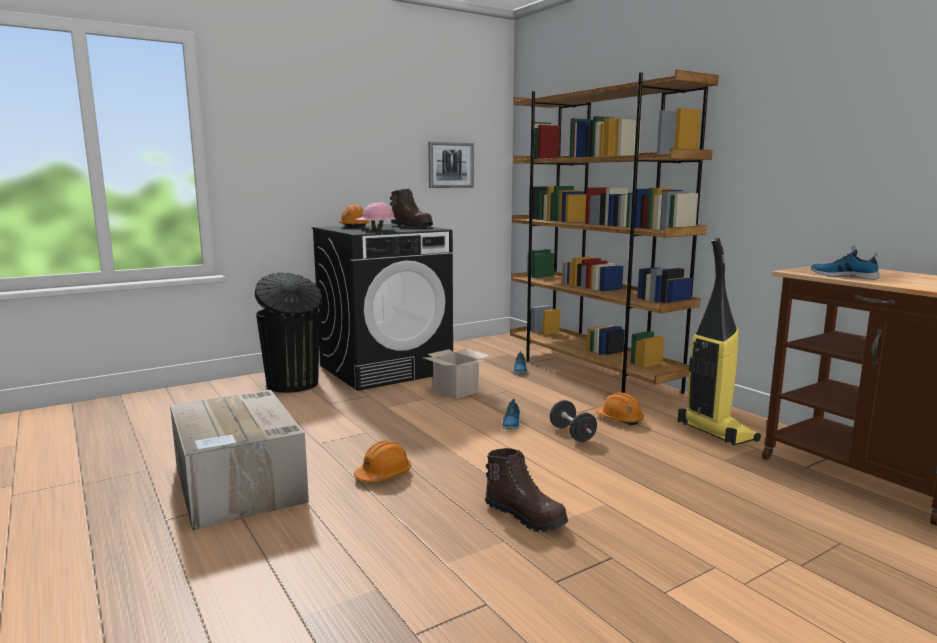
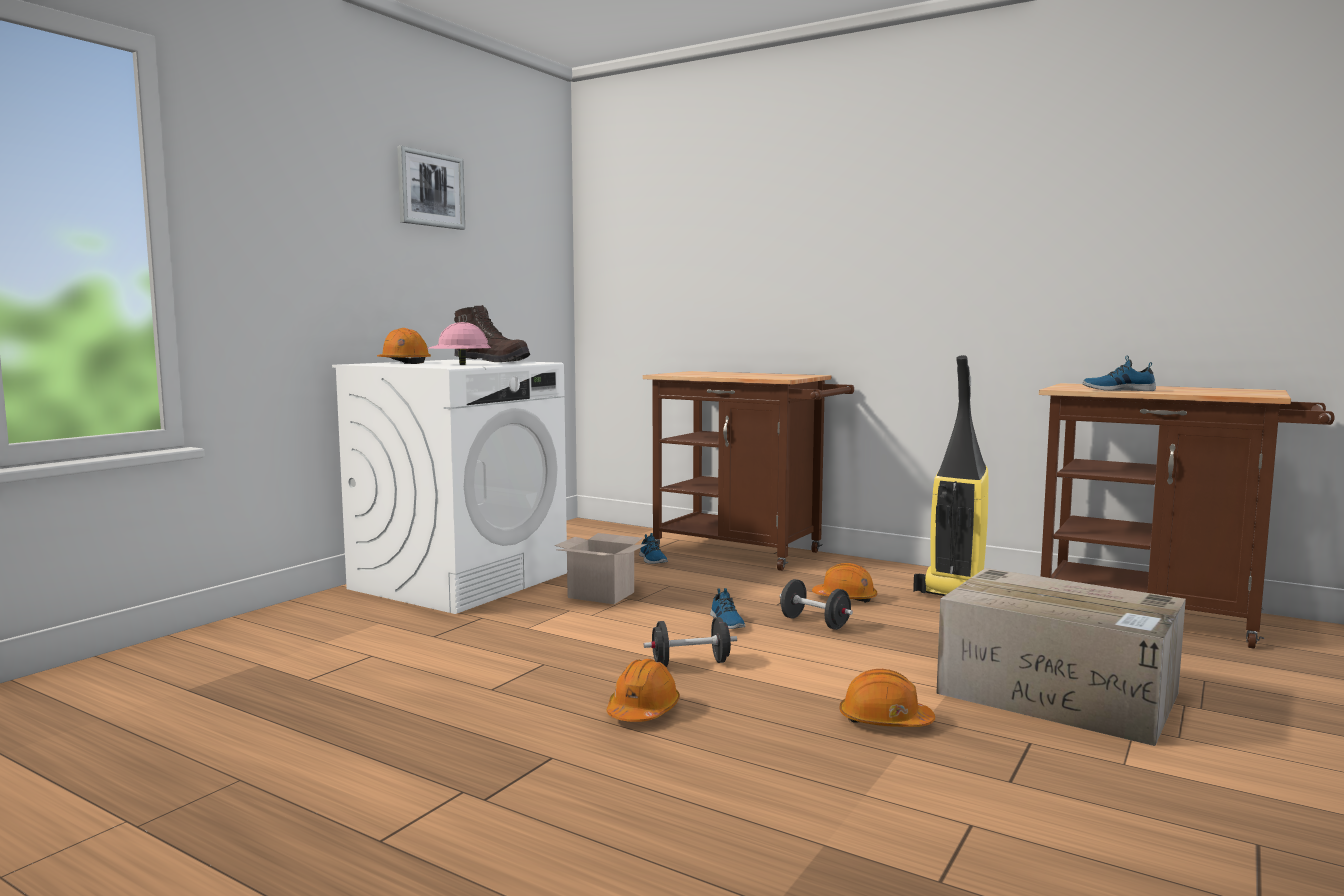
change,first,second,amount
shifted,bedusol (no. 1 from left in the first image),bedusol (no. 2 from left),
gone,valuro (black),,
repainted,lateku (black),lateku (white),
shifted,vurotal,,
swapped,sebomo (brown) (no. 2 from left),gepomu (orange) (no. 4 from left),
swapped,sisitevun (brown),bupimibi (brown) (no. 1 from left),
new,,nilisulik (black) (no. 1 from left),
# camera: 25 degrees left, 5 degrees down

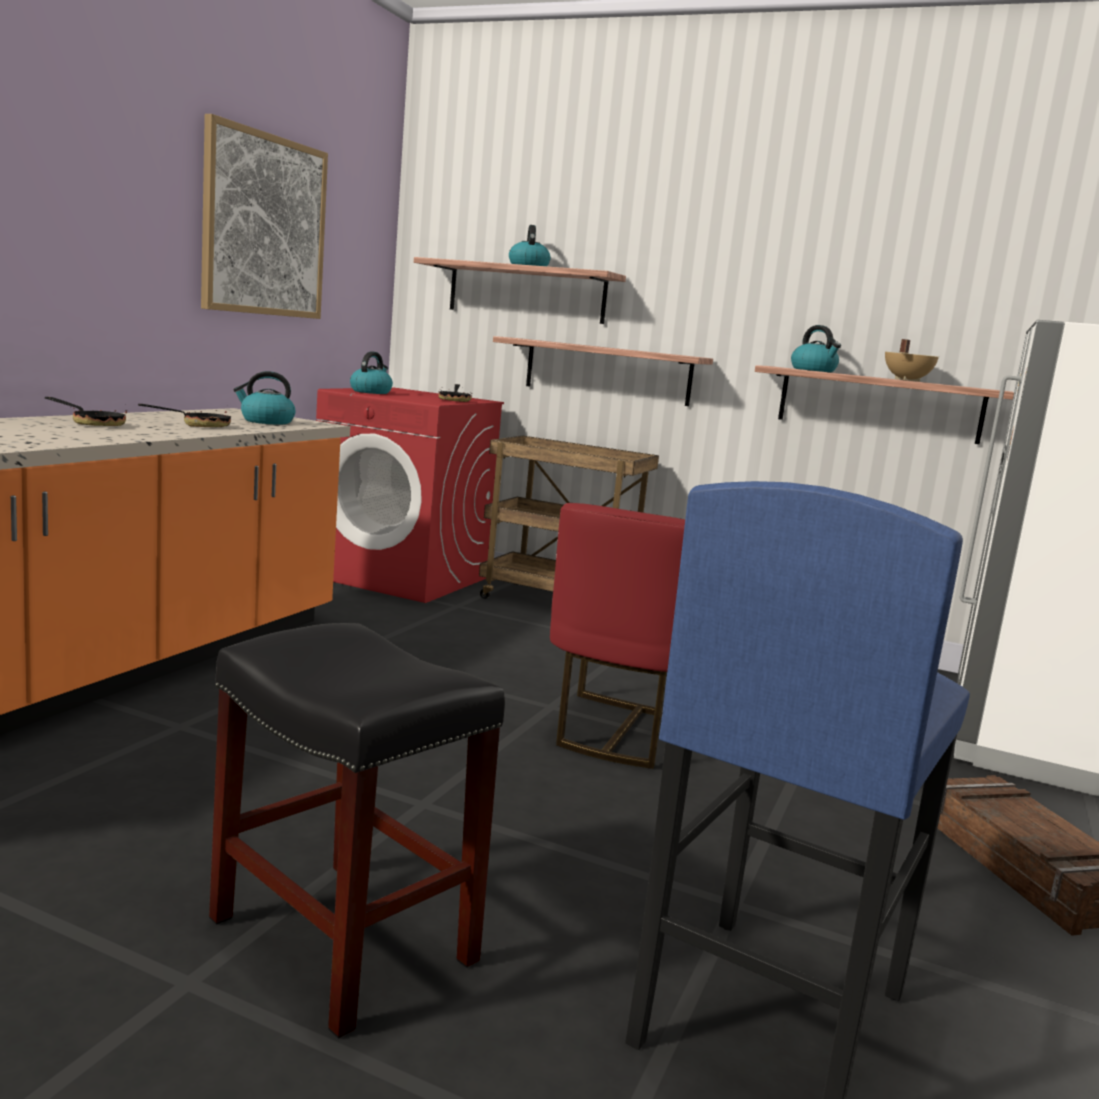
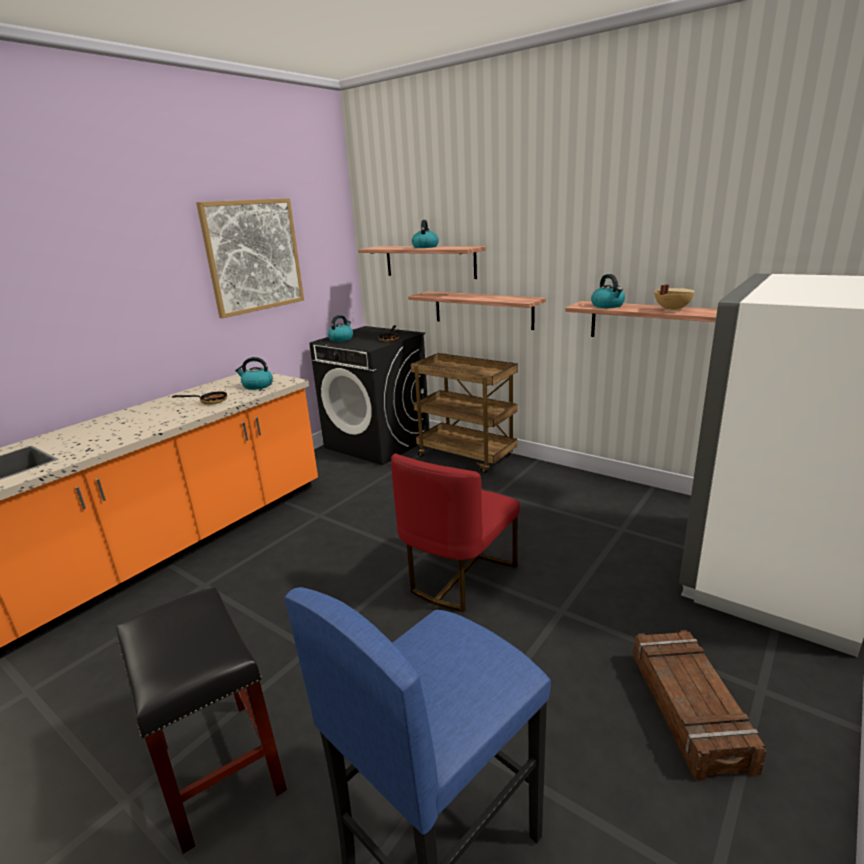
change,first,second,amount
gone,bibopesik (no. 1 from left),,
repainted,lateku (red),lateku (black),
# camera: 15 degrees right, 10 degrees up

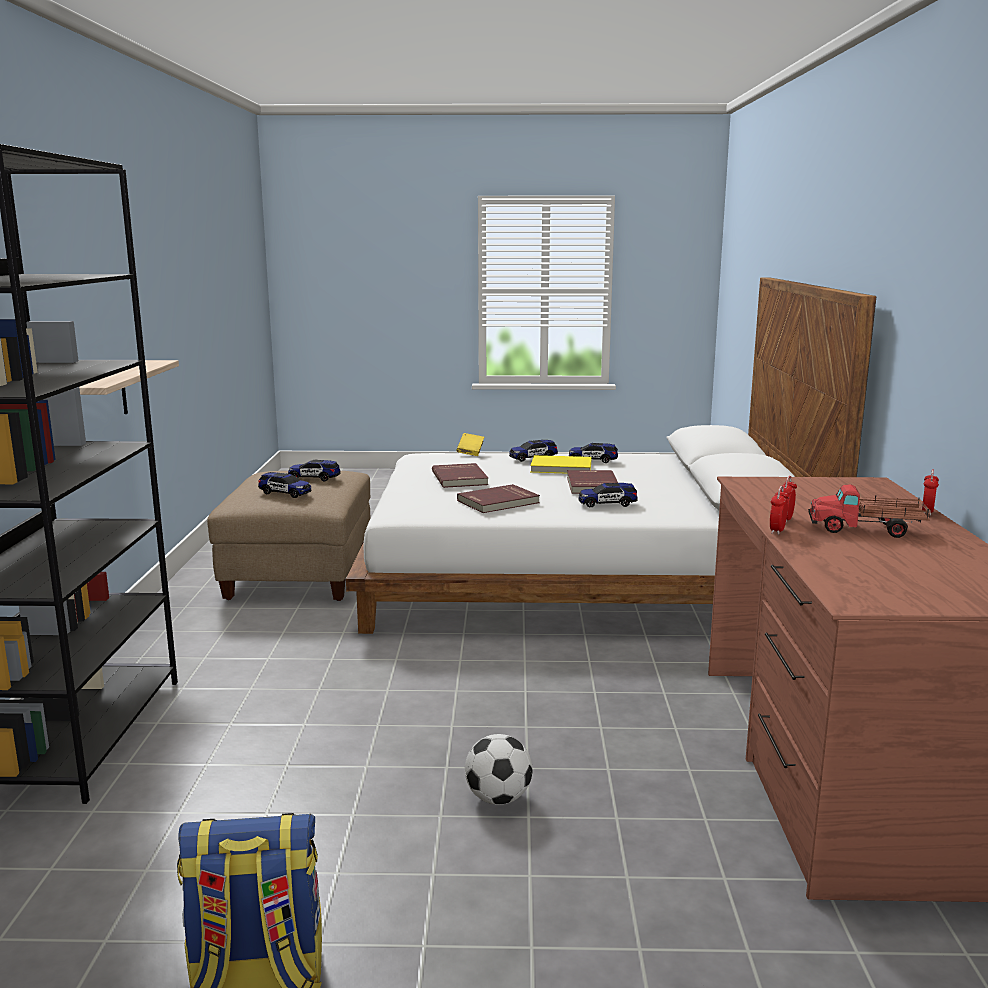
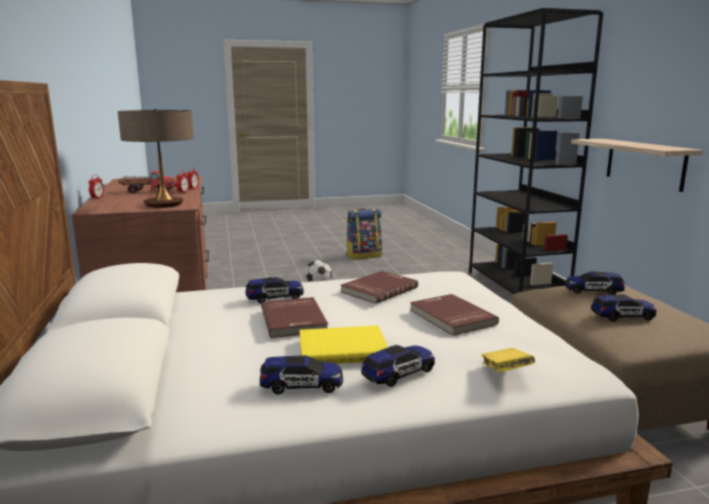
change,first,second,amount
new,,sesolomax,
# camera: 165 degrees right, 0 degrees up

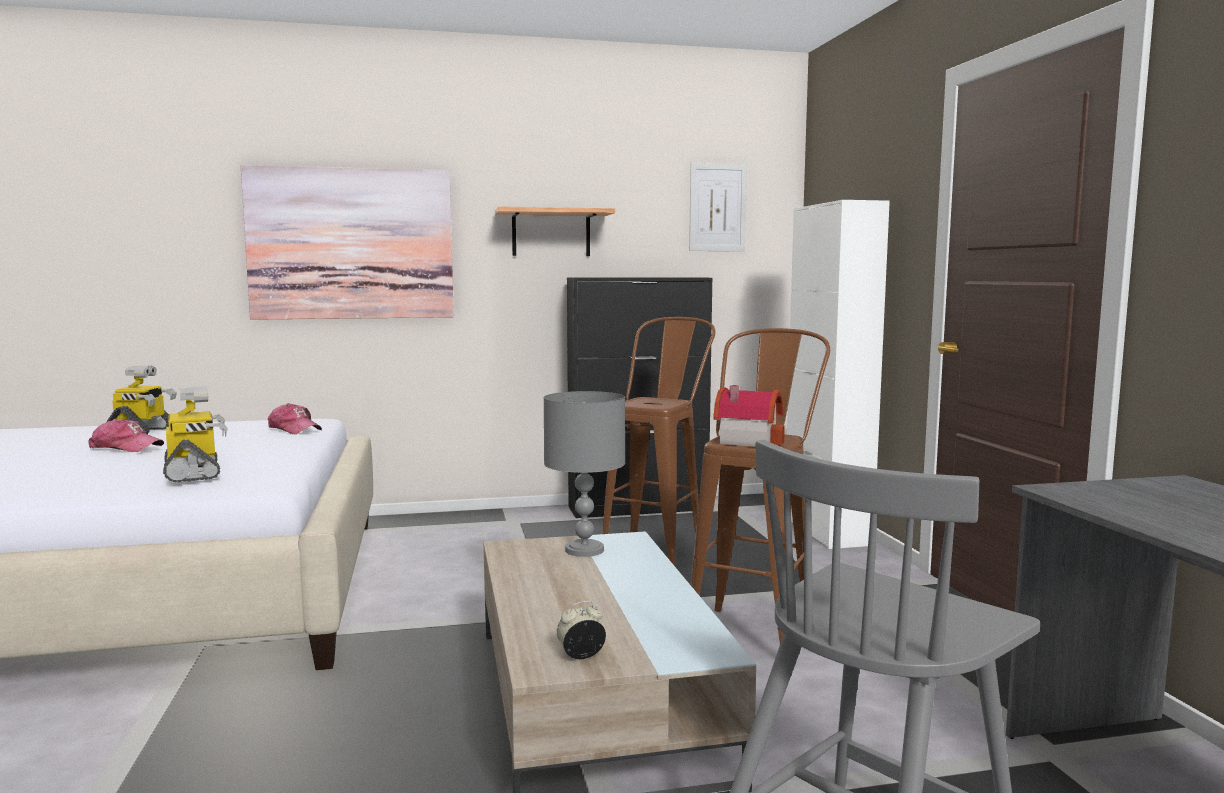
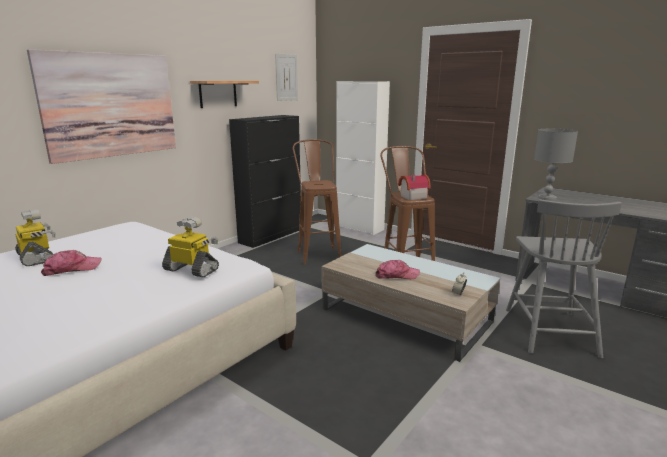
change,first,second,amount
shifted,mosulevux (no. 2 from left),,
shifted,sesolomax (grey),,
# camera: 40 degrees left, 10 degrees up

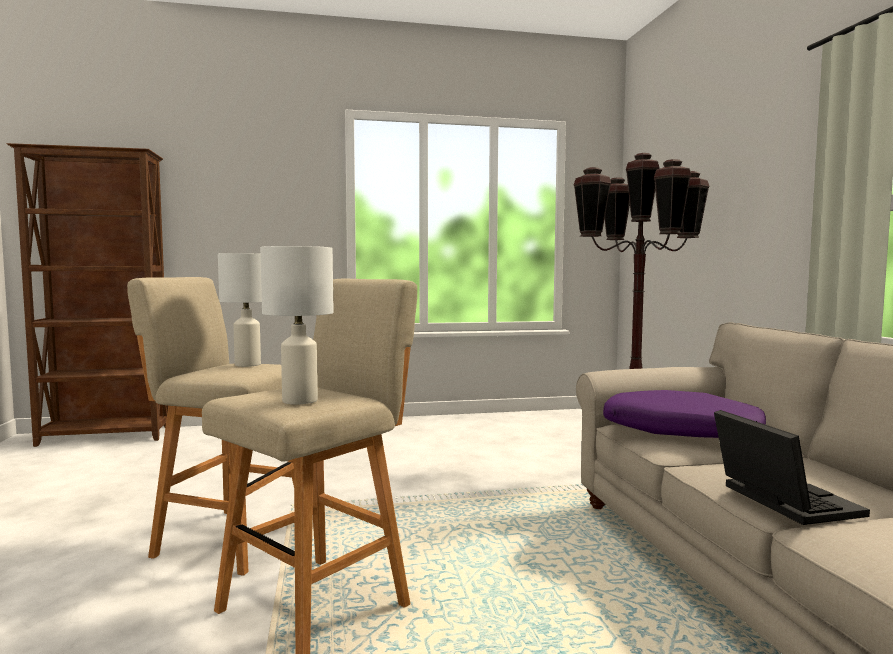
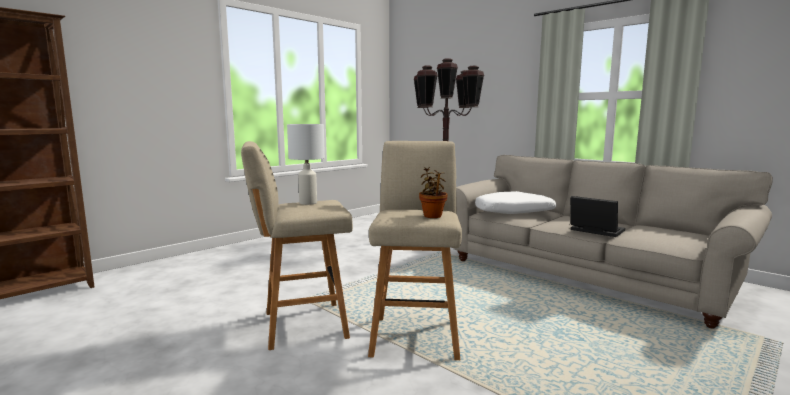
change,first,second,amount
swapped,sesolomax (white) (no. 2 from left),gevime,
repainted,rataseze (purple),rataseze (white),
# camera: 35 degrees left, 5 degrees up

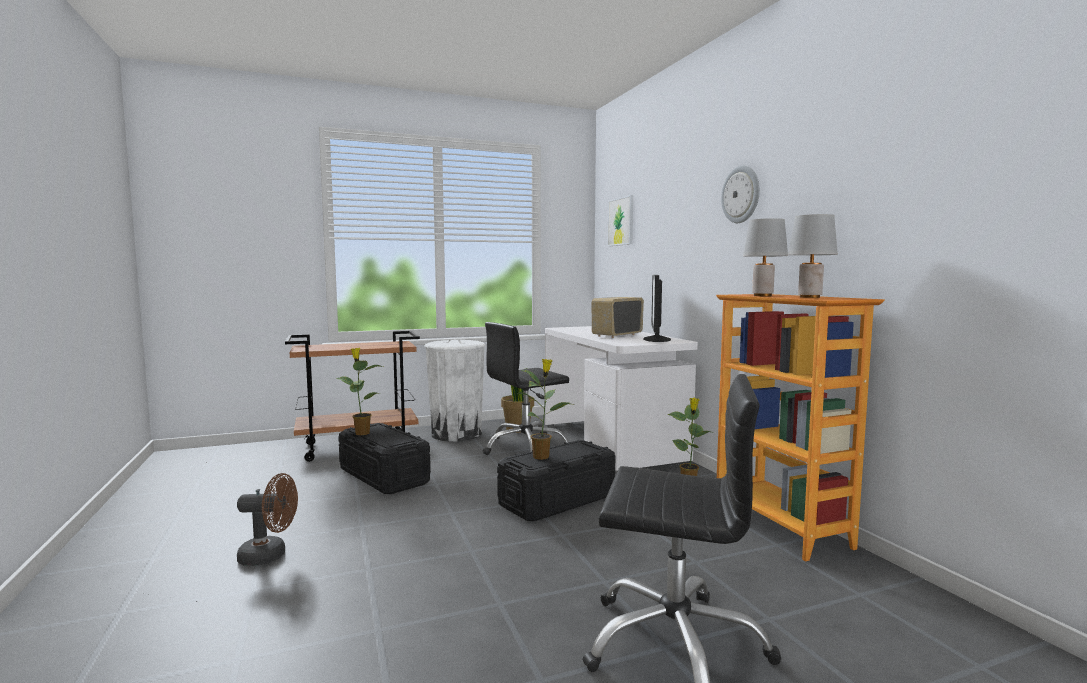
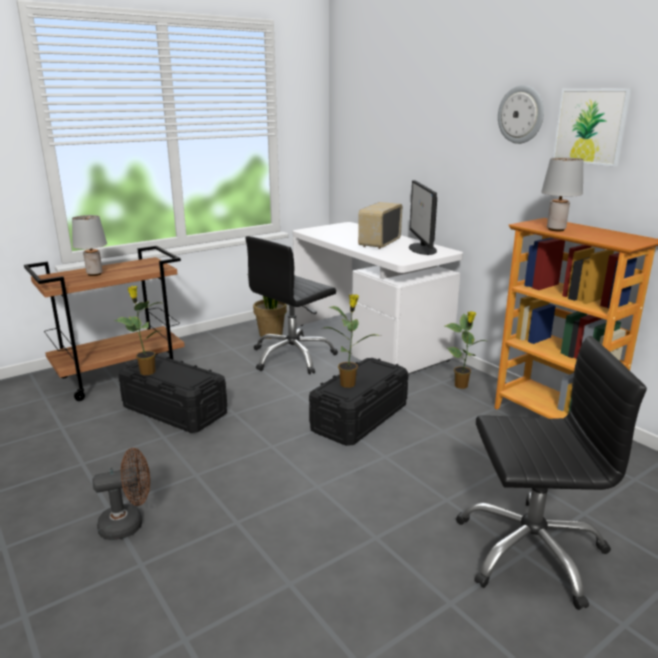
change,first,second,amount
gone,valuro (white),,
shifted,vurotal,,
shifted,sesolomax (grey) (no. 2 from left in the first image),sesolomax (grey) (no. 1 from left),
# camera: 15 degrees left, 15 degrees up

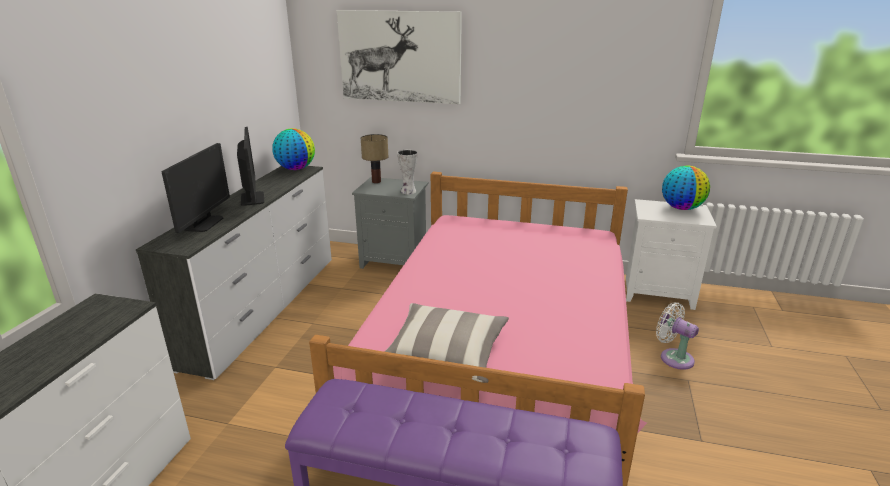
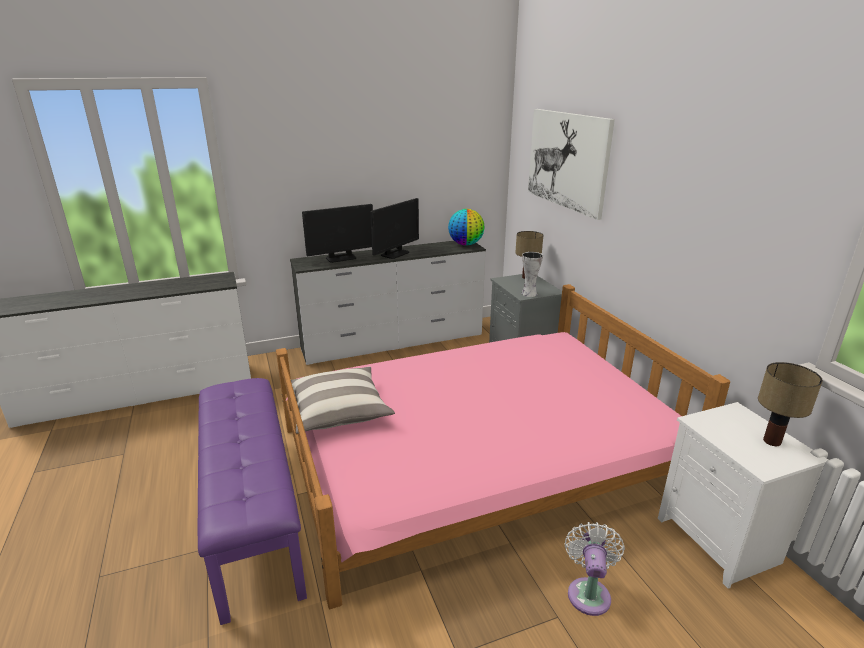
change,first,second,amount
swapped,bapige (no. 2 from left),sesolomax (no. 2 from left),
# camera: 55 degrees right, 0 degrees up

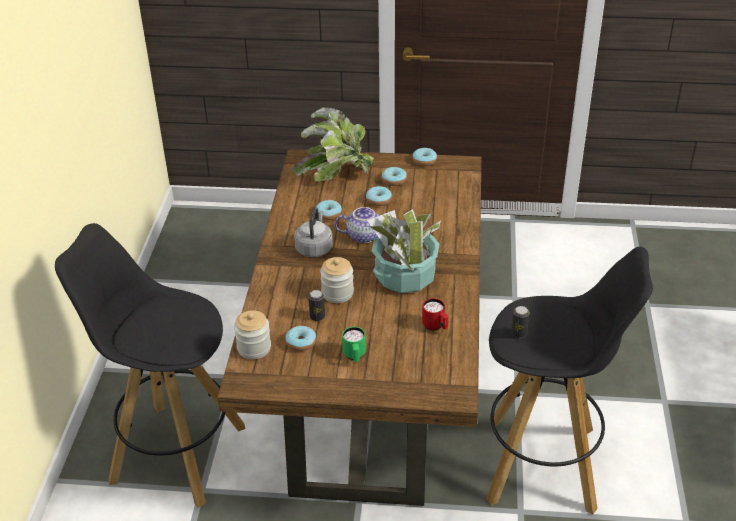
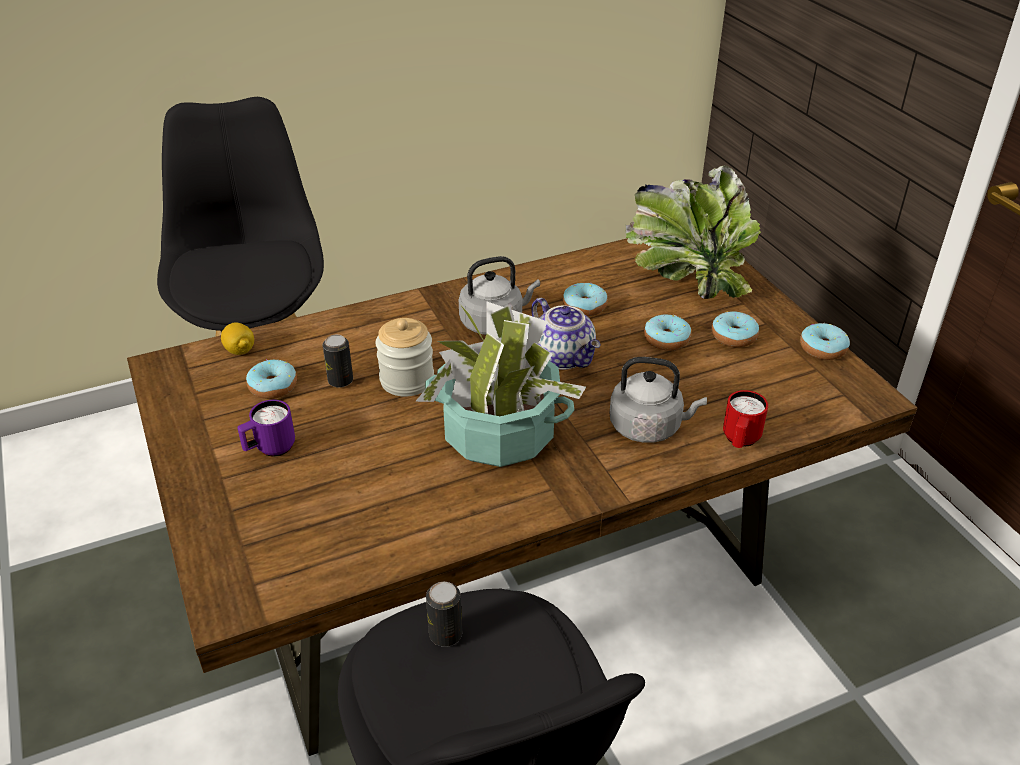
change,first,second,amount
swapped,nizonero (no. 1 from left),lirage,
repainted,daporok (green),daporok (purple),
shifted,daporok (red),,
new,,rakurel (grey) (no. 2 from left),
# camera: 60 degrees right, 0 degrees up

